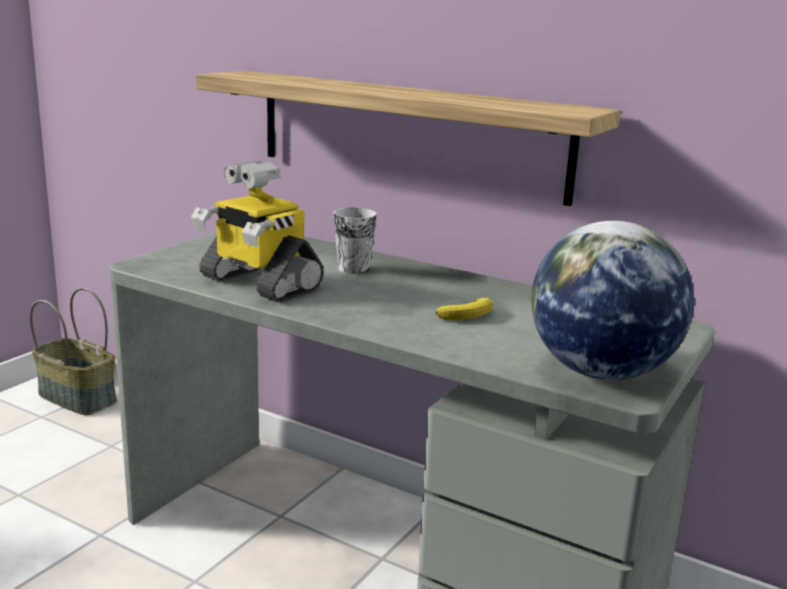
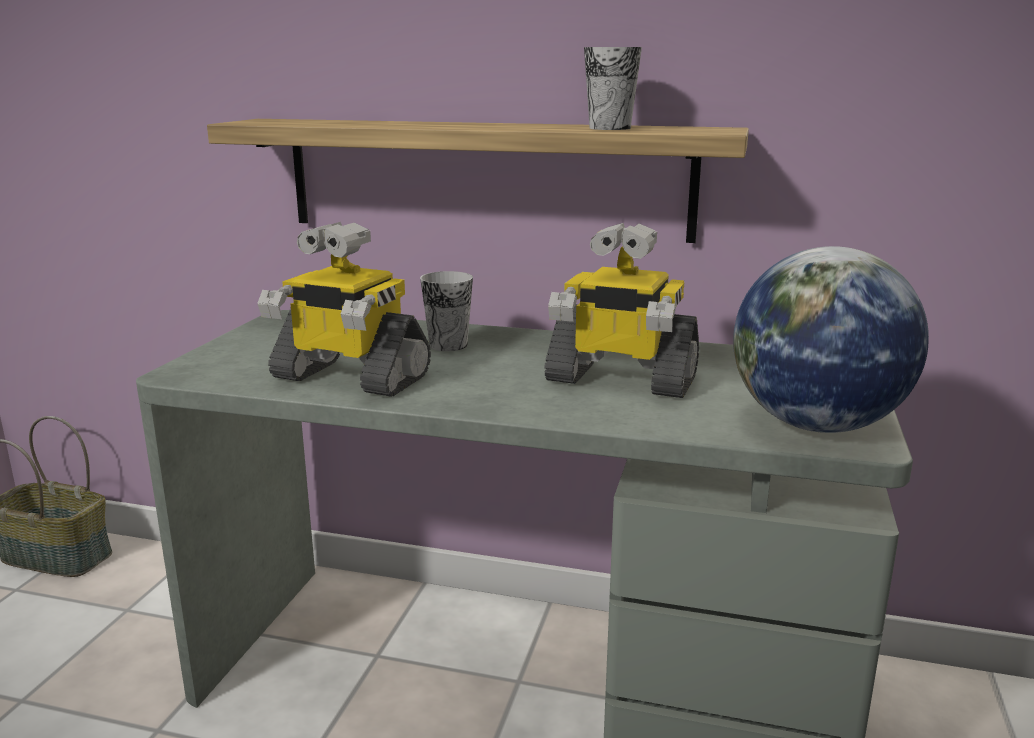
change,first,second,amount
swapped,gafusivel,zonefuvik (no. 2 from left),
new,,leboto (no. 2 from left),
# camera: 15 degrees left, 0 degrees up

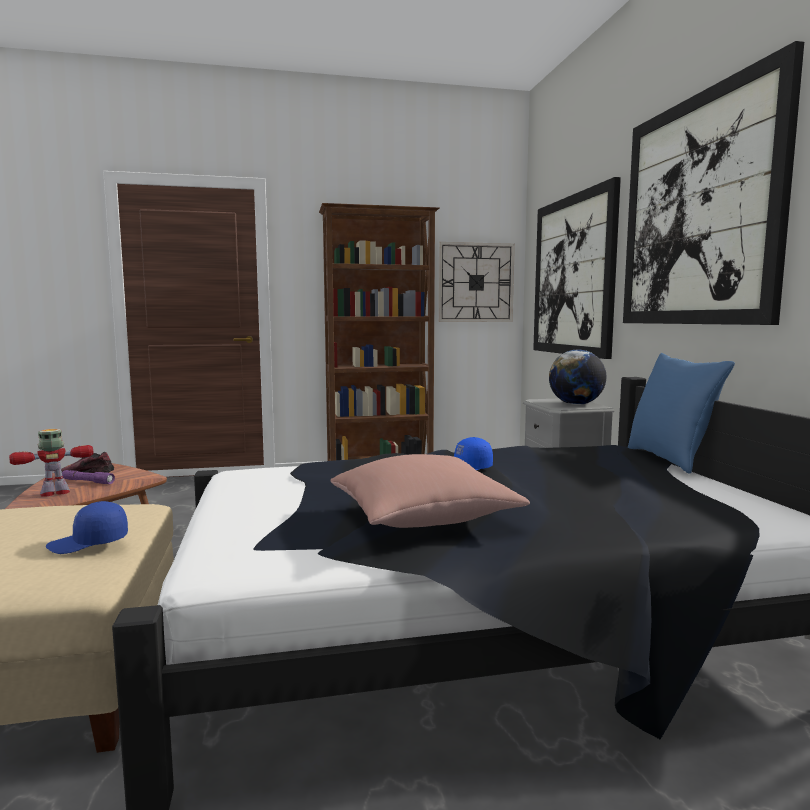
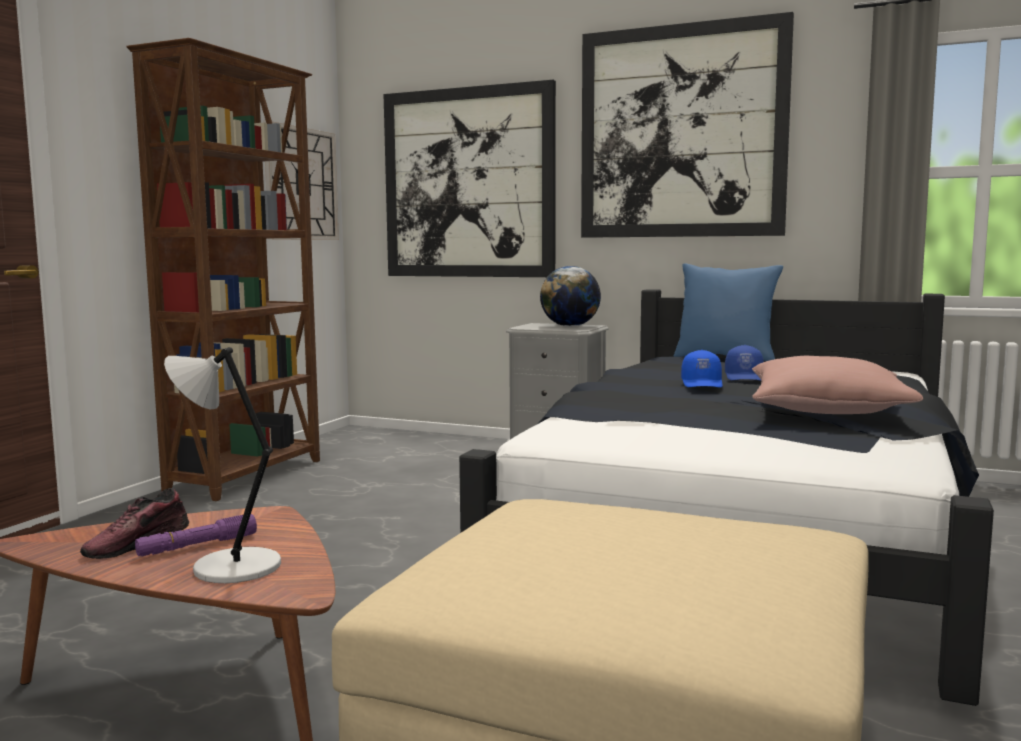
change,first,second,amount
swapped,zonefuvik,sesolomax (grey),
shifted,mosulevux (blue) (no. 1 from left in the first image),mosulevux (blue) (no. 2 from left),
# camera: 55 degrees left, 0 degrees up

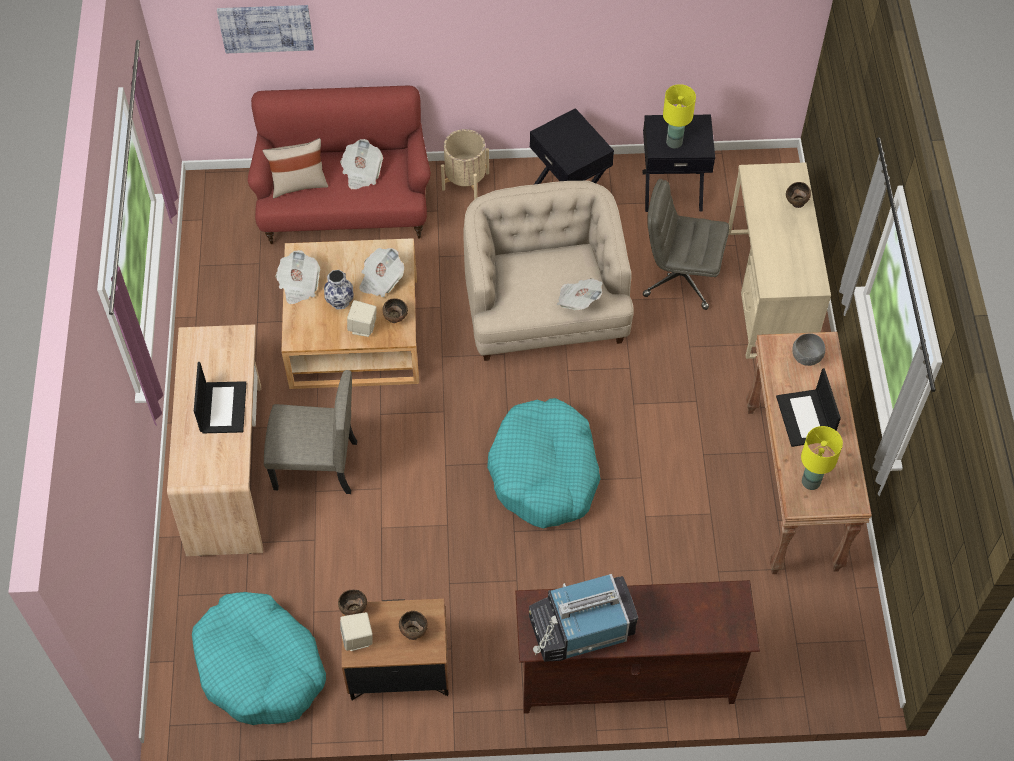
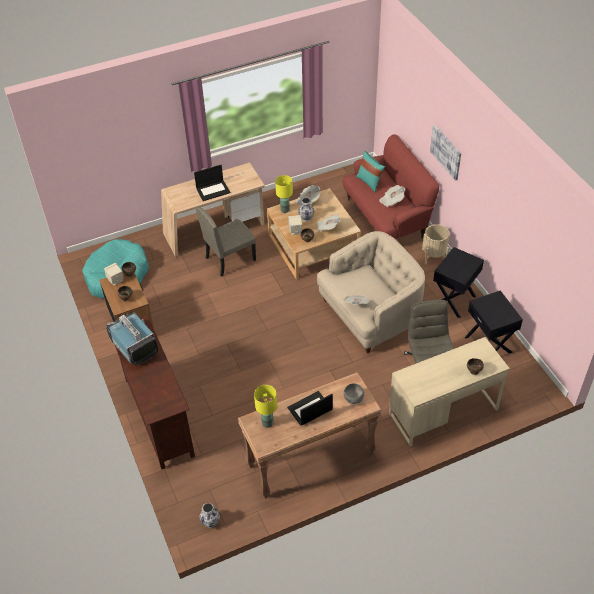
change,first,second,amount
shifted,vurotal,,
repainted,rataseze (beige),rataseze (turquoise),
rotated,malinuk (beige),,75 degrees clockwise
gone,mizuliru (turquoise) (no. 2 from left),,
shifted,sesolomax (yellow) (no. 1 from left in the first image),sesolomax (yellow) (no. 2 from left),
new,,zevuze (no. 1 from left),
# camera: 70 degrees right, 10 degrees down

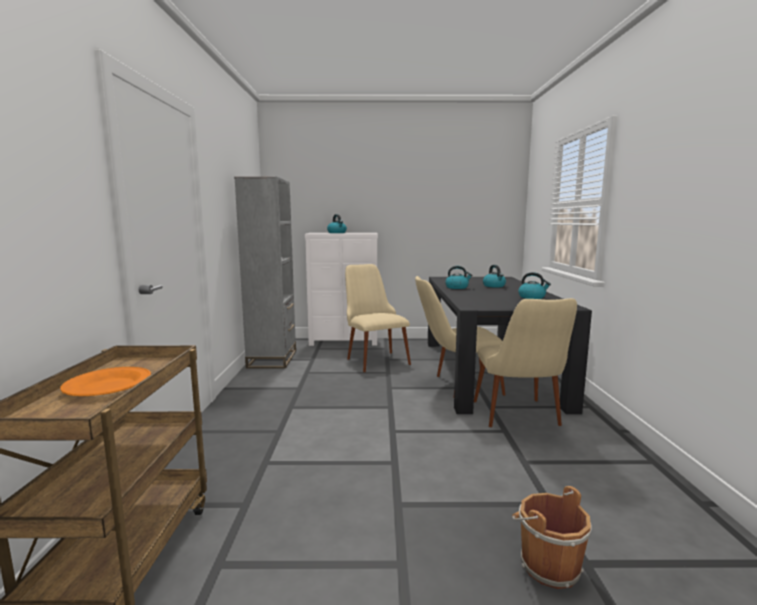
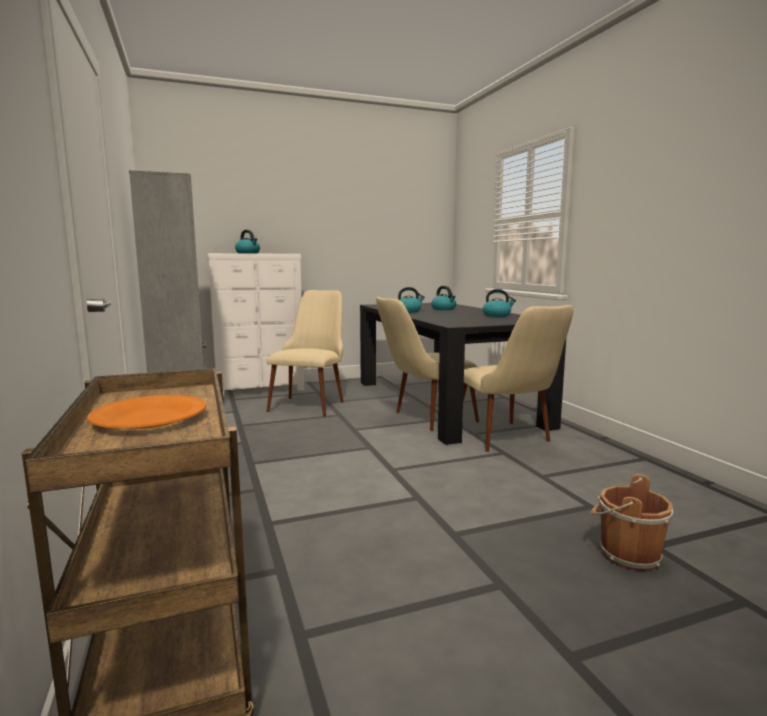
change,first,second,amount
rotated,malinuk (beige) (no. 1 from left),,60 degrees clockwise
# camera: 20 degrees left, 0 degrees up

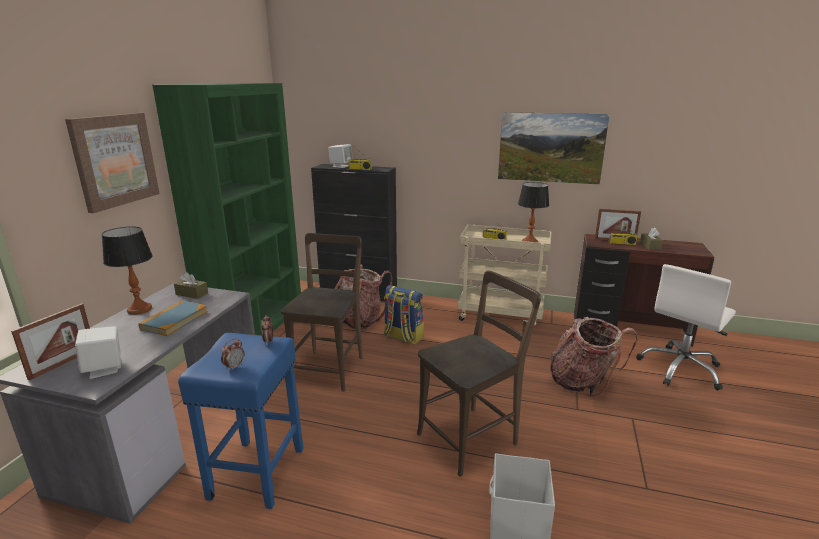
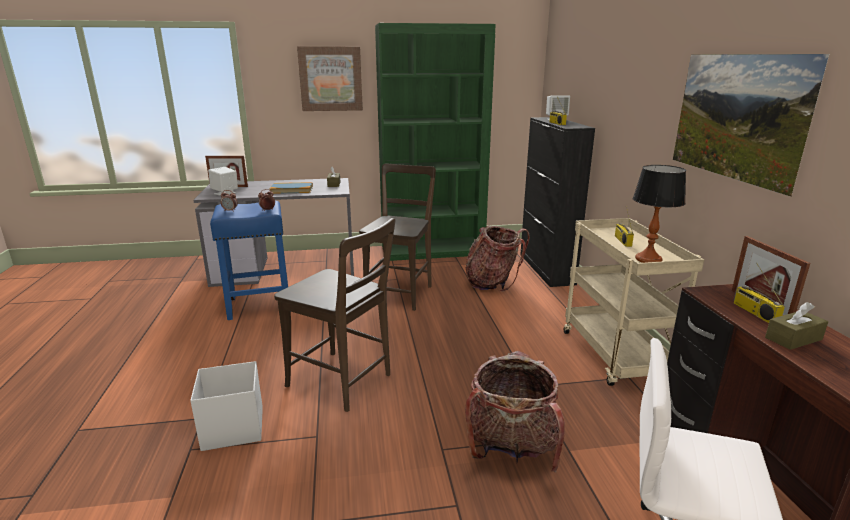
change,first,second,amount
gone,sesolomax (no. 1 from left),,
rotated,malinuk (brown) (no. 1 from left in the first image),malinuk (brown) (no. 2 from left),60 degrees counterclockwise
gone,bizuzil (no. 2 from left),,
# camera: 65 degrees right, 0 degrees up

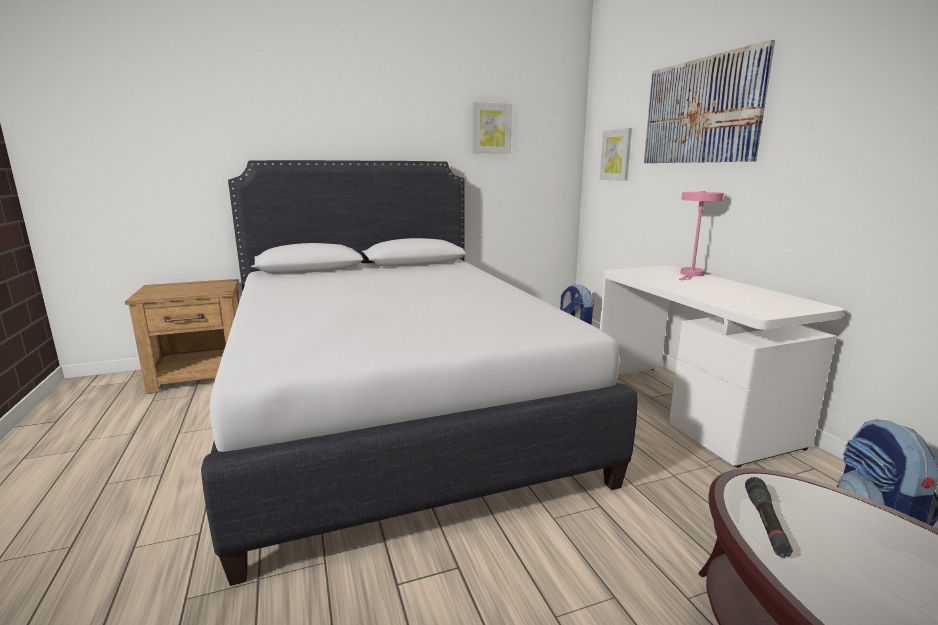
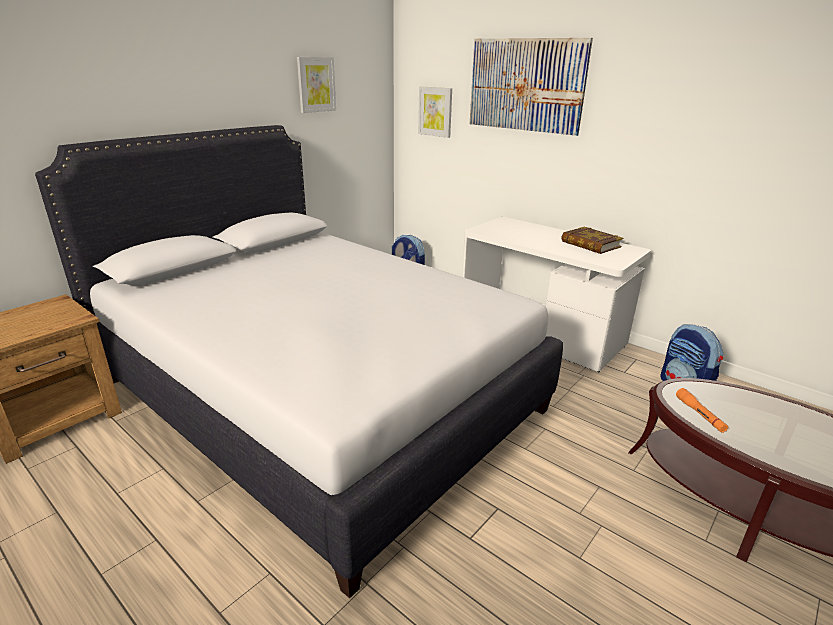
change,first,second,amount
gone,sesolomax (pink),,
repainted,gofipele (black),gofipele (orange),
new,,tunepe,
# camera: 30 degrees left, 10 degrees up

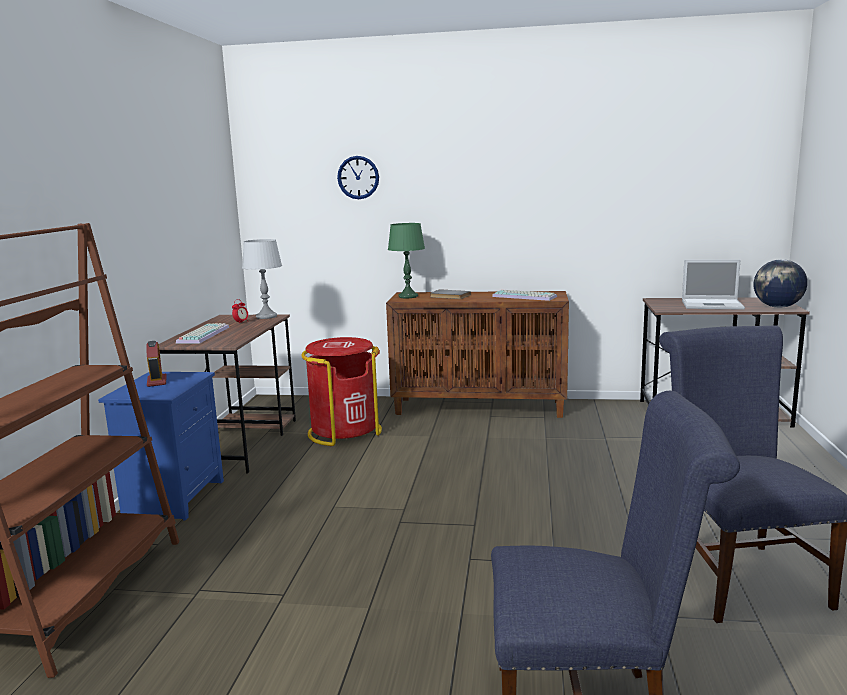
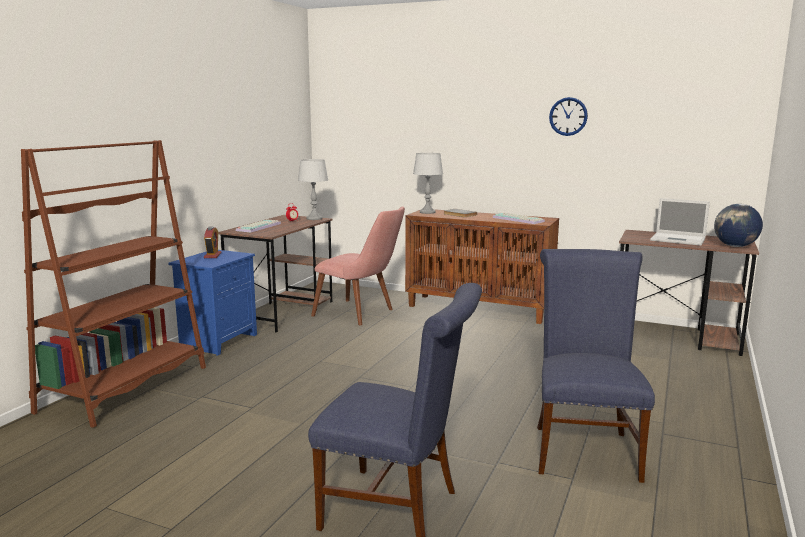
change,first,second,amount
swapped,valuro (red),malinuk (pink),
shifted,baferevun,,
repainted,sesolomax (green),sesolomax (grey) (no. 2 from left),
# camera: 15 degrees right, 0 degrees up

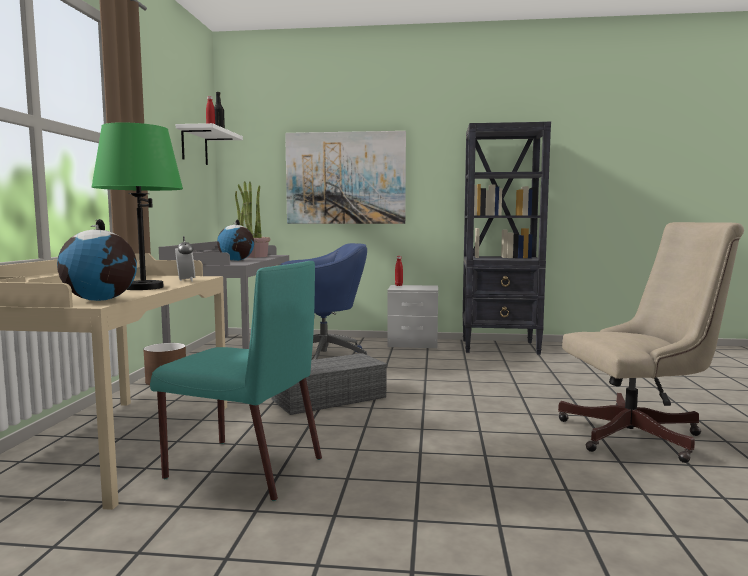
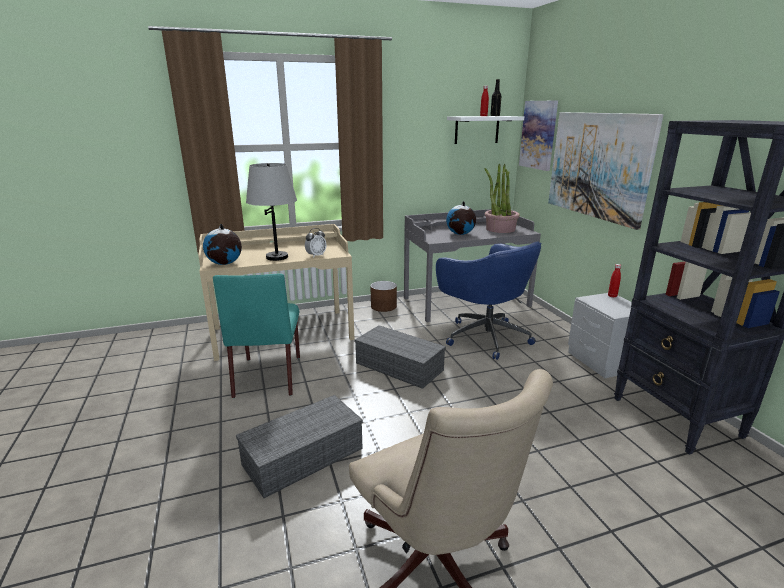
change,first,second,amount
repainted,sesolomax (green),sesolomax (grey),
new,,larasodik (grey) (no. 1 from left),
new,,vurotal (no. 1 from left),
# camera: 65 degrees right, 15 degrees up

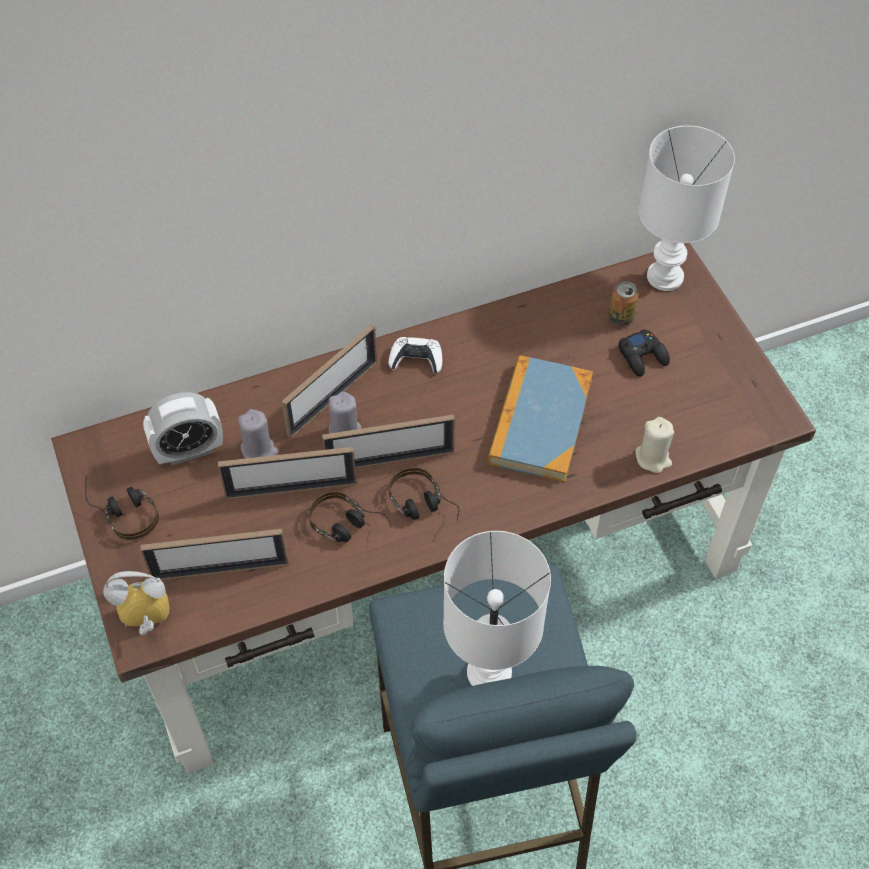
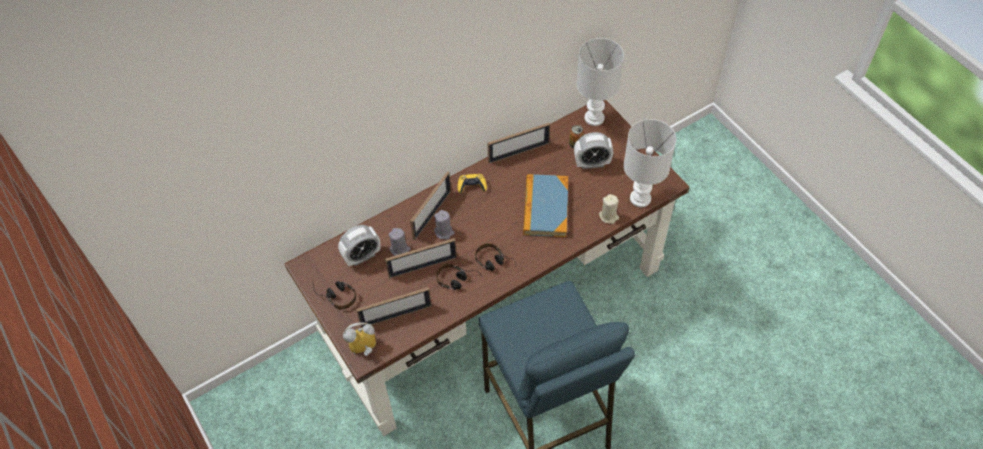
change,first,second,amount
shifted,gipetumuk (no. 4 from left),,
repainted,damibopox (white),damibopox (yellow),
shifted,sesolomax (white) (no. 1 from left in the first image),sesolomax (white) (no. 2 from left),
swapped,damibopox (black),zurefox (no. 3 from left),
# camera: 10 degrees left, 0 degrees up

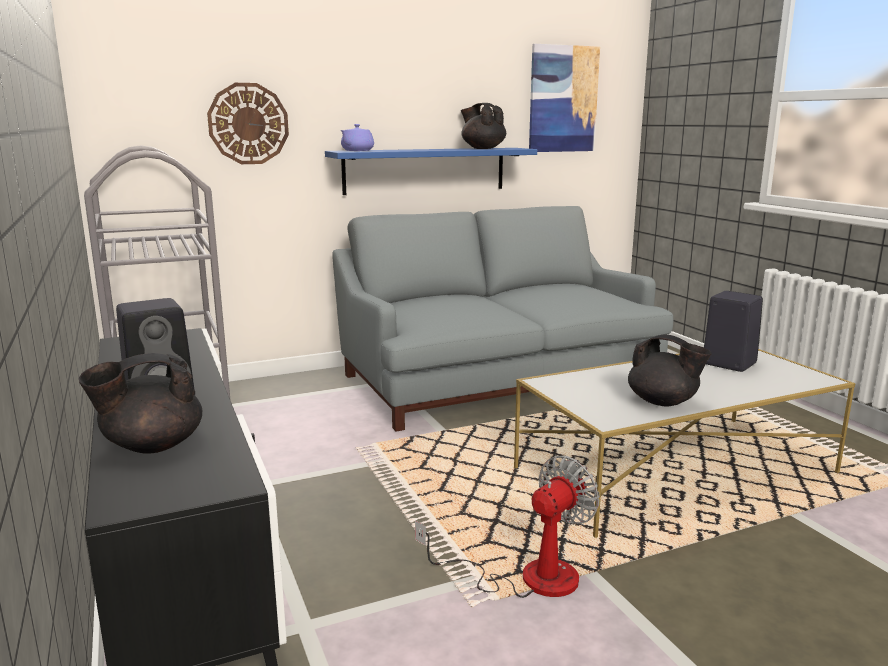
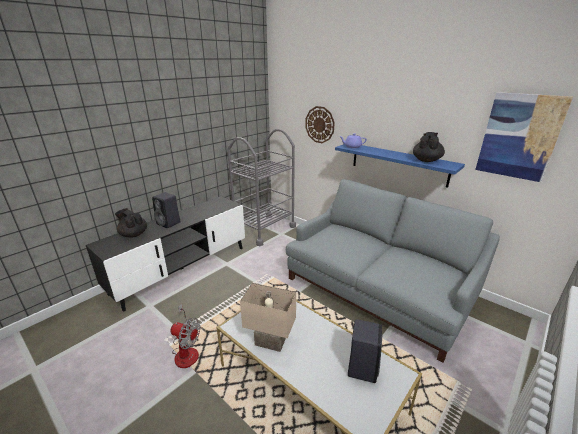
change,first,second,amount
swapped,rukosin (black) (no. 3 from left),sesolomax (beige),
# camera: 65 degrees right, 10 degrees up

